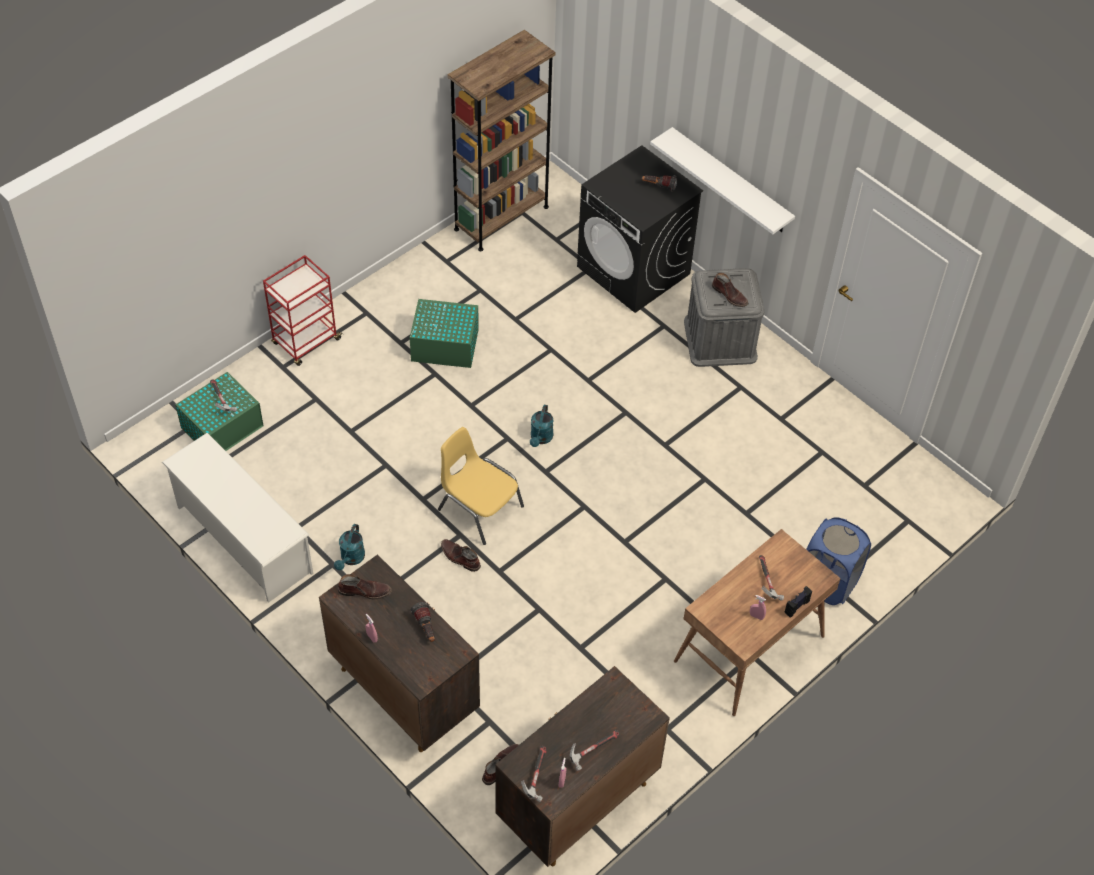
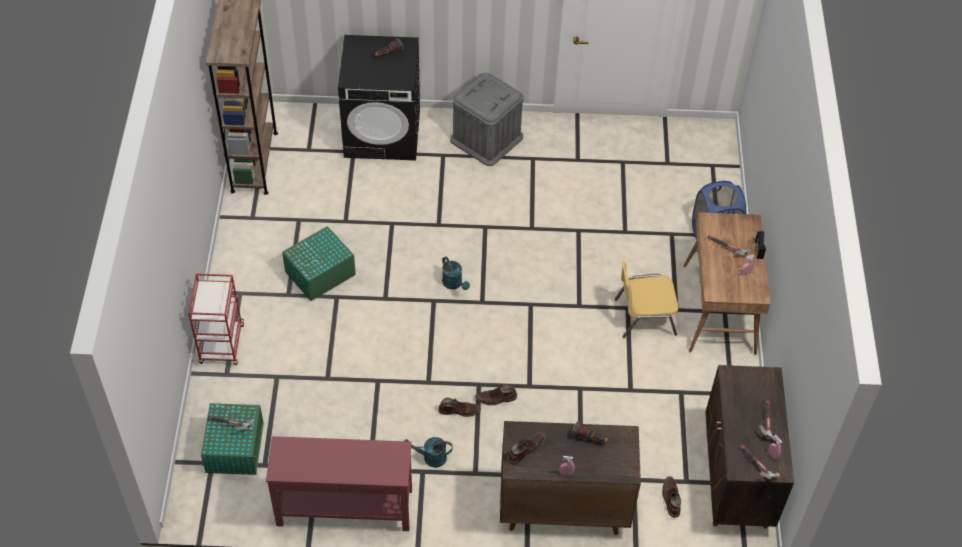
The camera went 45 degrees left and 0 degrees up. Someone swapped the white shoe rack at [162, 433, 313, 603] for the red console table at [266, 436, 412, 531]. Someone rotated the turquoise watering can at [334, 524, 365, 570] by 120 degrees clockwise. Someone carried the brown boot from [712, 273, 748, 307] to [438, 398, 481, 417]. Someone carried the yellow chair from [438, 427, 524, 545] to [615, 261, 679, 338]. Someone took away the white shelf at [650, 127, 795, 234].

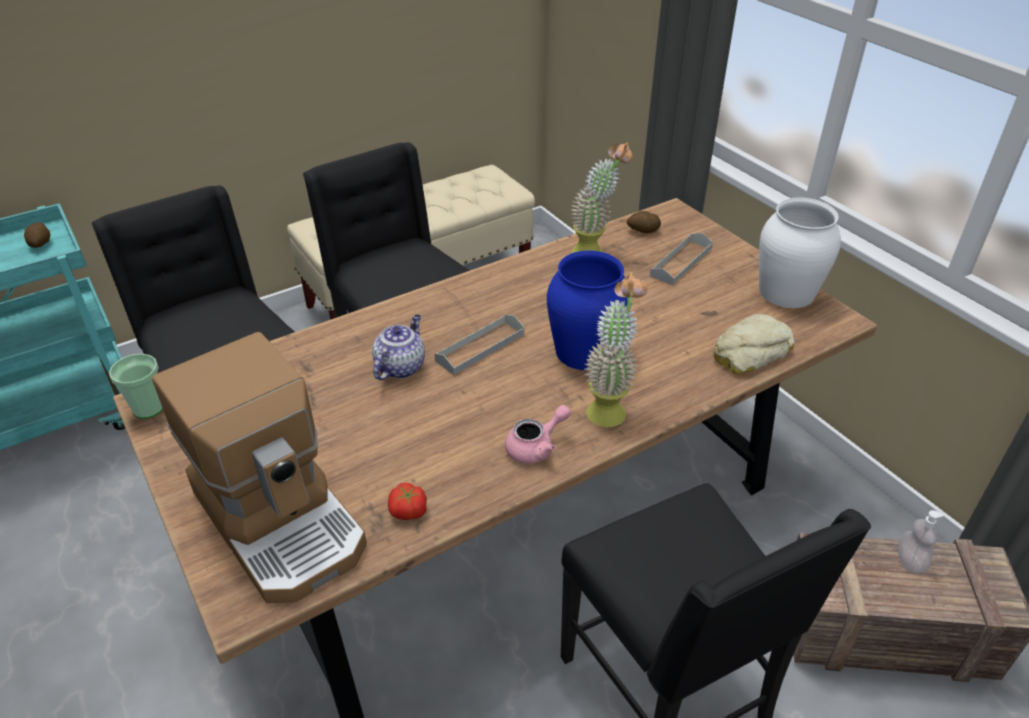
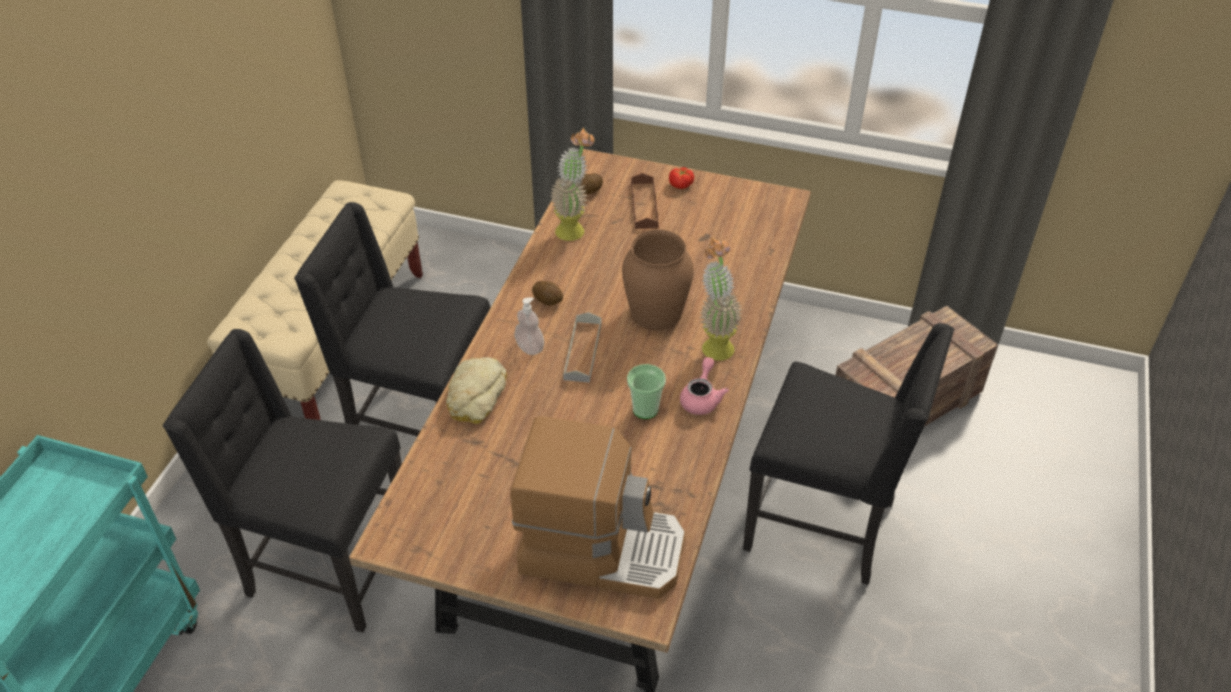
The camera went 40 degrees left and 5 degrees up. Someone carried the bread from [713, 314, 794, 374] to [446, 357, 507, 424]. Someone carried the soap dispenser from [898, 510, 944, 574] to [514, 297, 544, 355]. Someone carried the potato from [24, 222, 50, 248] to [532, 281, 563, 306]. Someone repainted the blue vase at [547, 251, 630, 370], which became the brown vase at [622, 230, 694, 330]. Someone carried the cup from [109, 354, 163, 419] to [627, 364, 666, 419]. Someone repainted the grey tray at [650, 233, 713, 286], which became the brown tray at [631, 173, 659, 229]. Someone carried the tomato from [388, 483, 427, 520] to [669, 167, 694, 189]. Someone took away the teapot at [372, 314, 425, 380]. Someone took away the white vase at [759, 198, 841, 308].

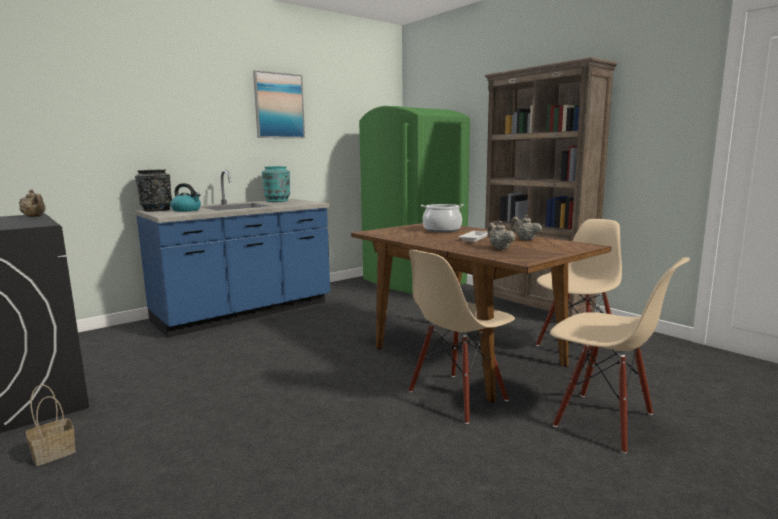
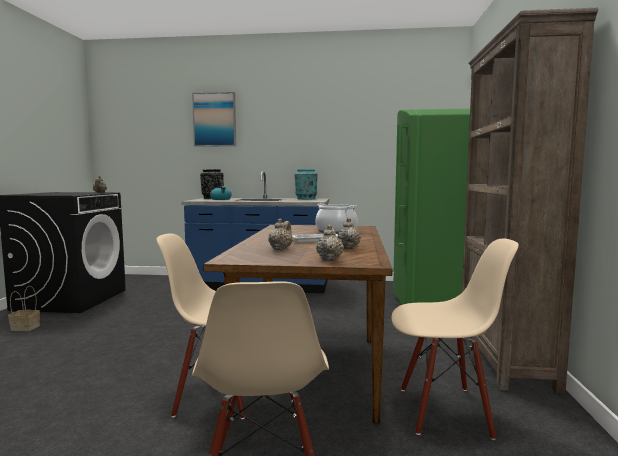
The camera went 45 degrees right and 5 degrees down. Someone carried the picture from [253, 70, 305, 138] to [192, 92, 236, 147]. Someone put down the beige teapot at [316, 224, 344, 261].

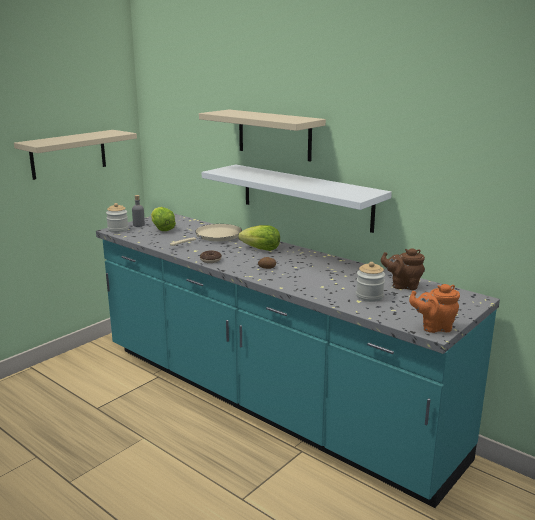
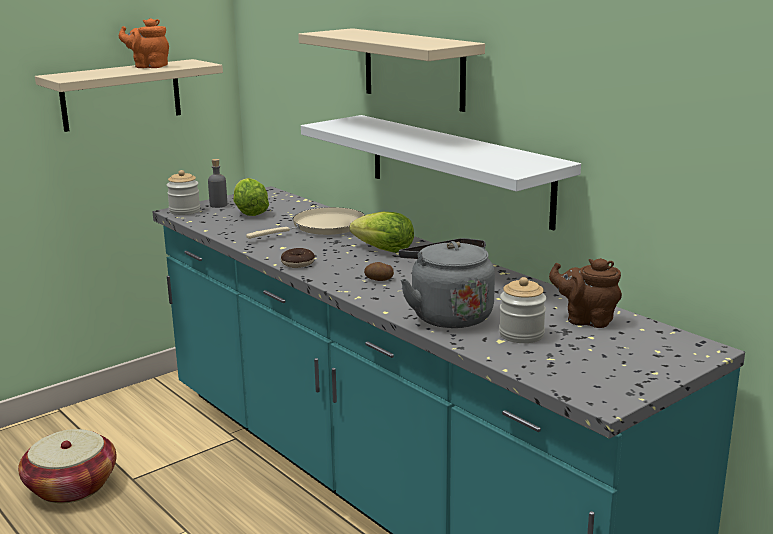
The camera went 10 degrees right and 0 degrees up. Someone put down the basket at [18, 429, 116, 504]. Someone carried the orange teapot from [409, 284, 460, 333] to [119, 18, 169, 68]. Someone put down the grey kettle at [399, 238, 495, 328].

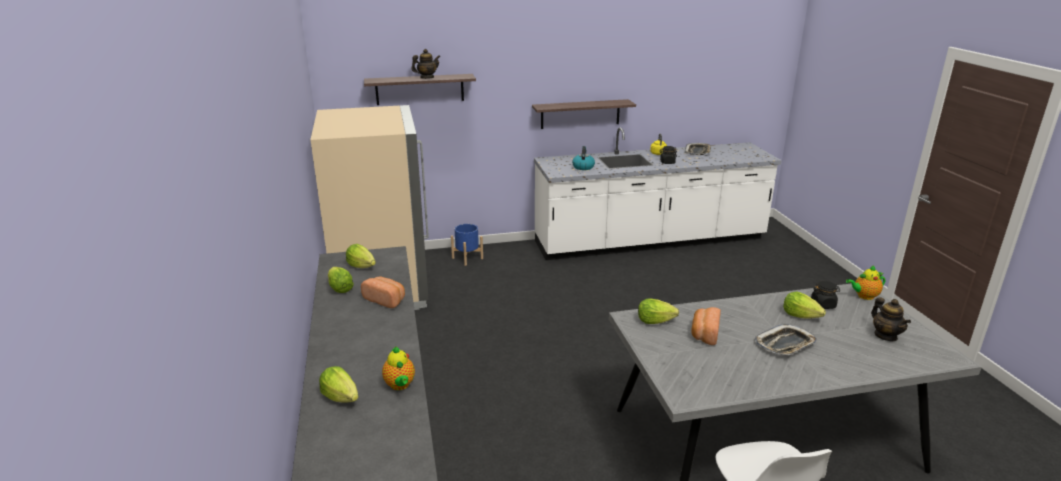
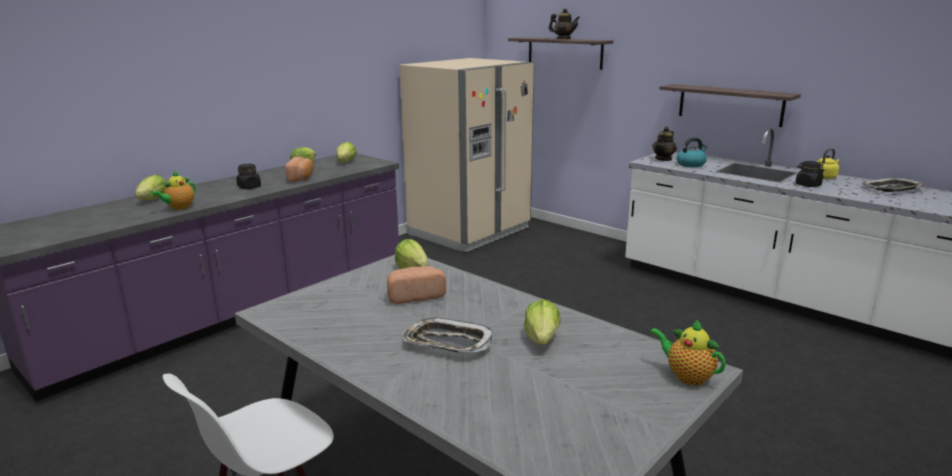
The camera went 55 degrees right and 5 degrees down. Someone carried the black jar from [811, 281, 840, 309] to [236, 164, 261, 189]. Someone carried the teapot from [871, 298, 911, 341] to [652, 126, 677, 161]. Someone took away the blue planter at [451, 224, 483, 266].

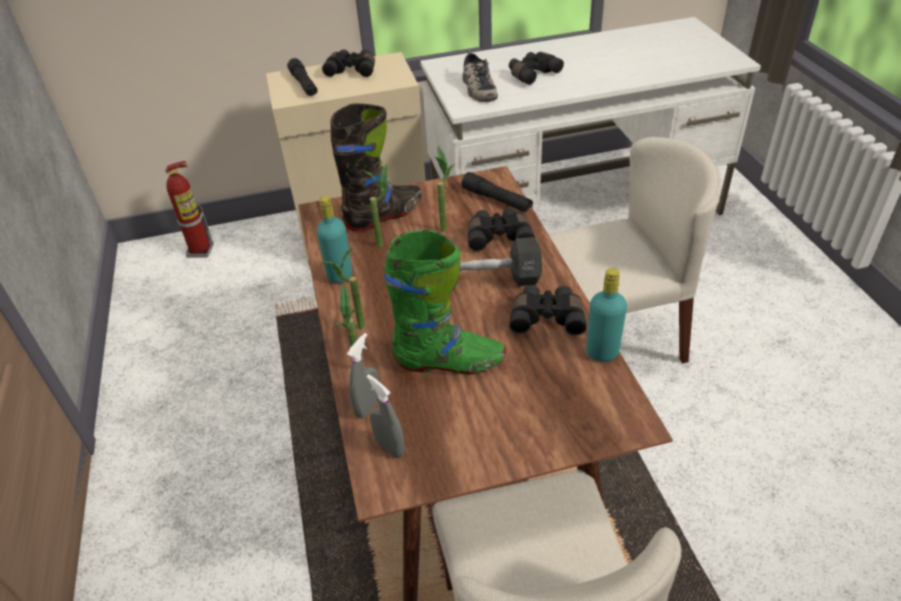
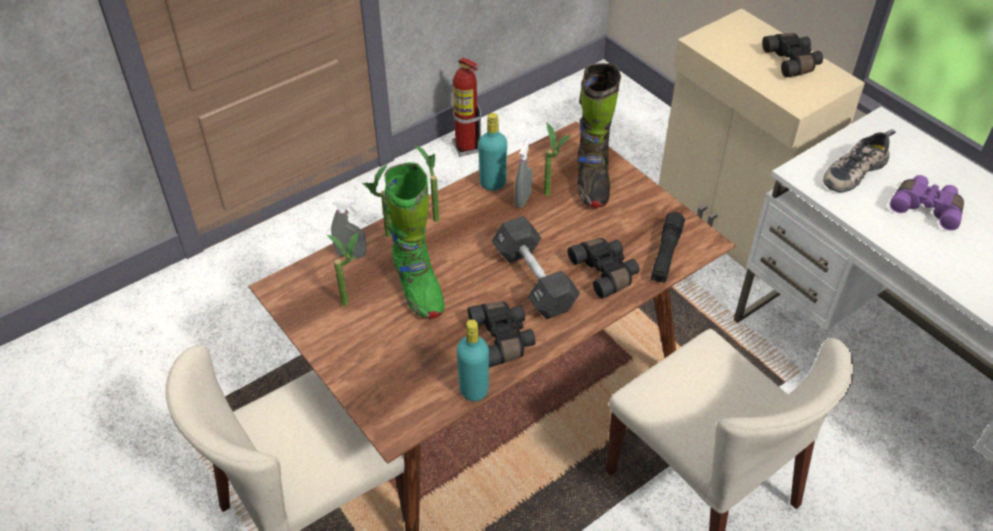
The camera went 65 degrees right and 5 degrees up. Someone carried the potted plant from [435, 147, 455, 232] to [327, 232, 358, 306]. Someone carried the fire extinguisher from [165, 161, 214, 258] to [452, 58, 481, 157]. Someone carried the grey spray bottle from [366, 374, 405, 458] to [515, 138, 533, 208]. Someone rotated the black boot at [331, 103, 422, 232] by 60 degrees clockwise. Someone repainted the black binoculars at [509, 52, 564, 85], which became the purple binoculars at [890, 175, 964, 231]. Someone took away the black flashlight at [287, 58, 318, 96].

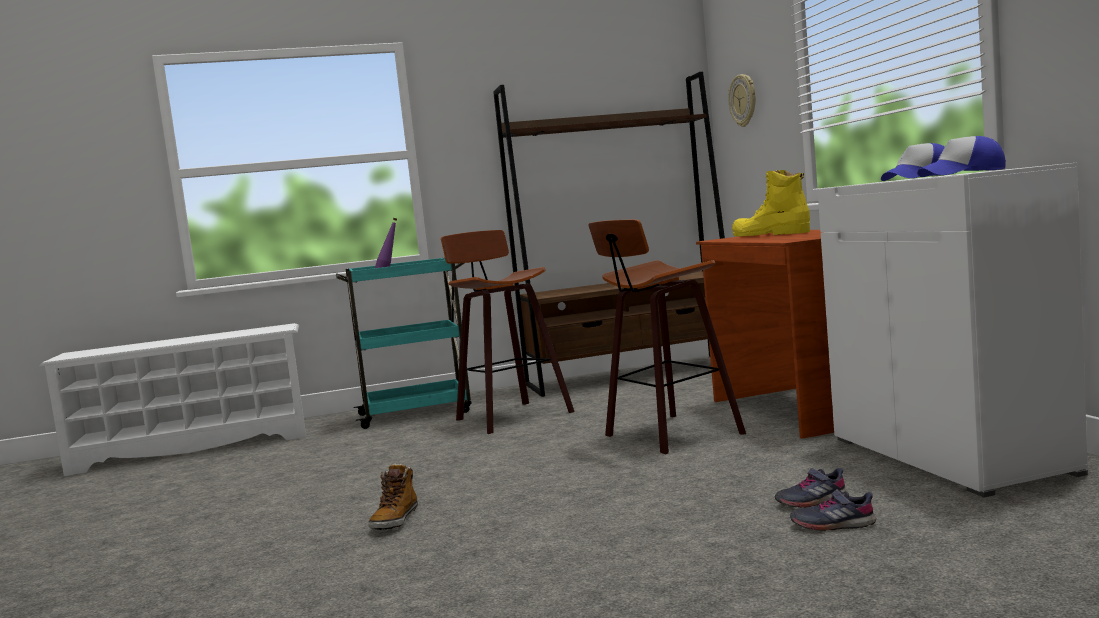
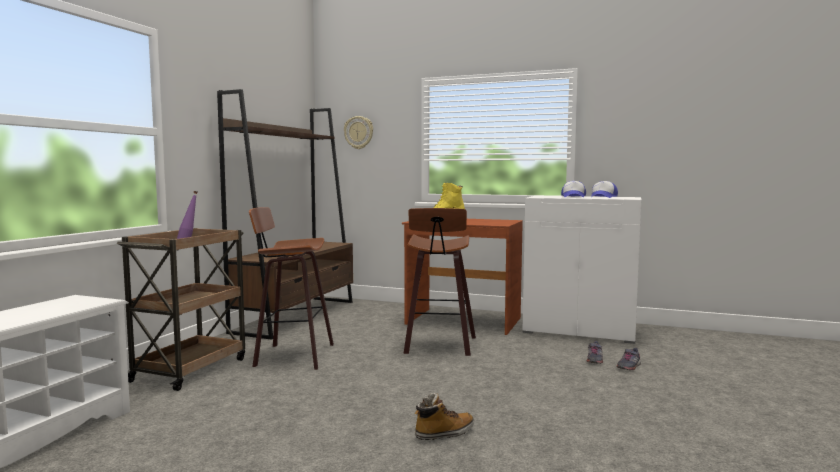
The camera went 55 degrees left and 0 degrees up. Someone repainted the turquoise cart at [336, 258, 472, 429], which became the brown cart at [117, 228, 245, 391]. Someone rotated the boot at [368, 463, 418, 530] by 75 degrees counterclockwise.

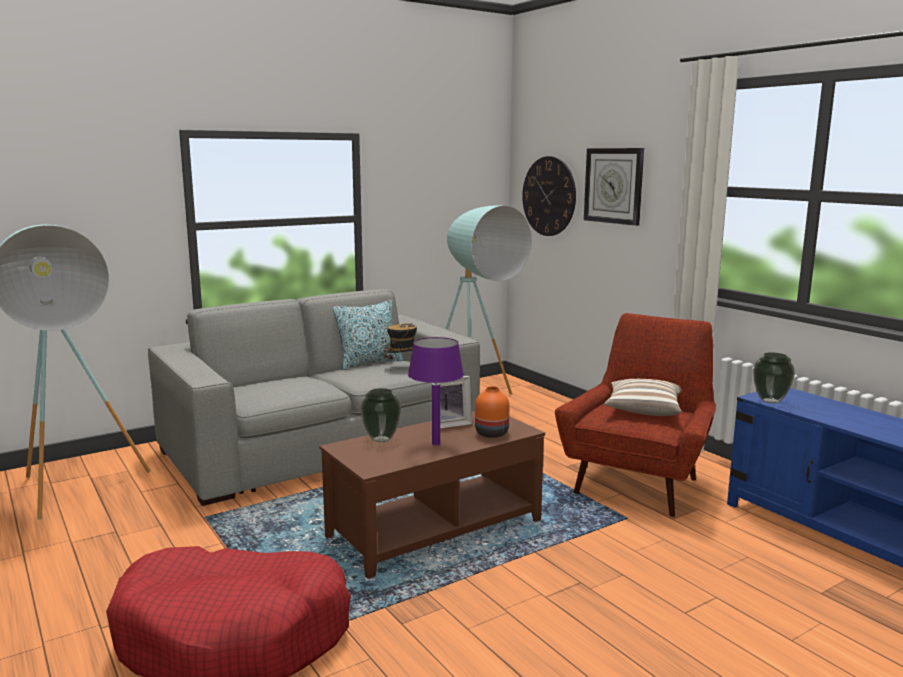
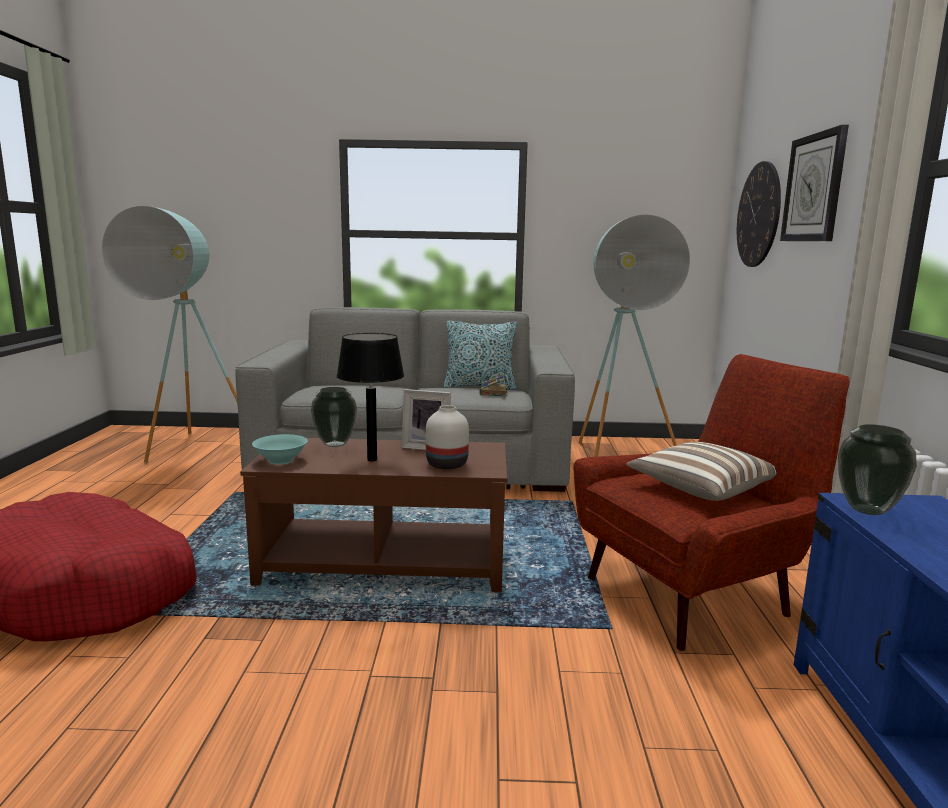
The camera went 35 degrees right and 0 degrees up. Someone put down the turquoise bowl at [252, 434, 308, 465]. Someone repainted the purple table lamp at [408, 337, 464, 445], which became the black table lamp at [336, 333, 404, 461]. Someone repainted the orange vase at [475, 386, 509, 438], which became the white vase at [426, 405, 469, 469]. Someone swapped the hat at [383, 323, 417, 370] for the book at [479, 373, 508, 396].

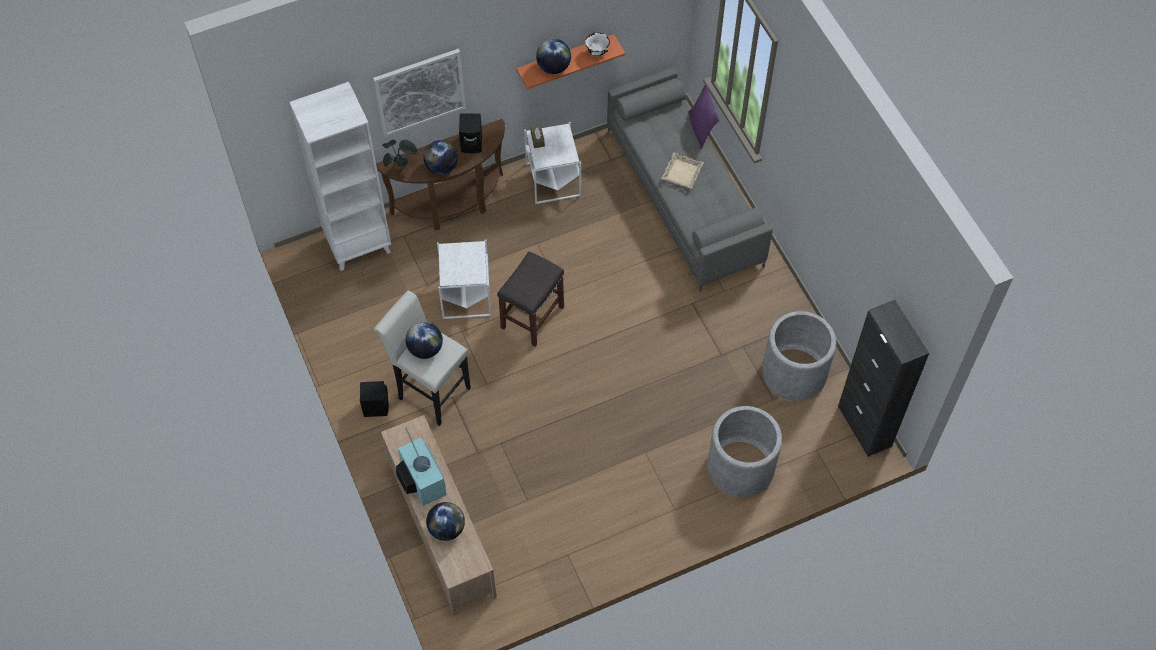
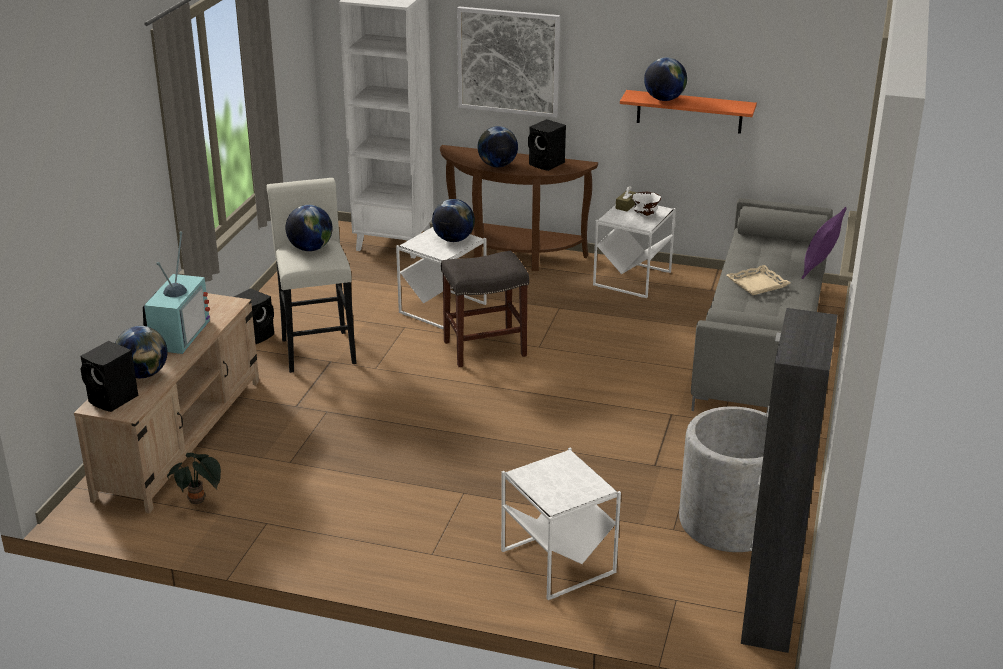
The camera went 40 degrees right and 30 degrees down. Someone put down the black speaker at [80, 341, 138, 412]. Someone carried the potted plant from [382, 139, 419, 171] to [167, 453, 221, 504]. Someone put down the globe at [432, 199, 475, 242]. Someone swapped the grey planter at [707, 406, 782, 497] for the white side table at [501, 447, 621, 600]. Someone carried the white bowl from [585, 32, 610, 56] to [632, 192, 661, 217].

